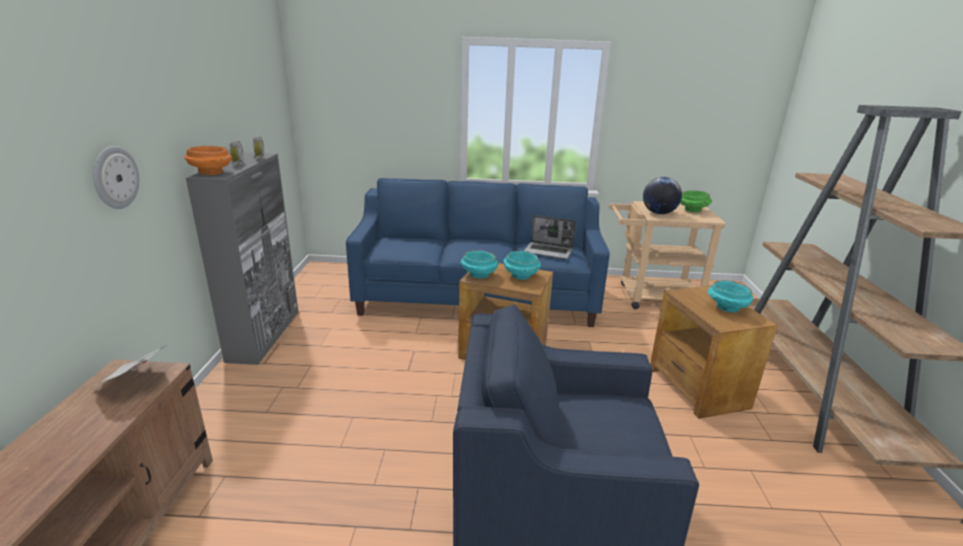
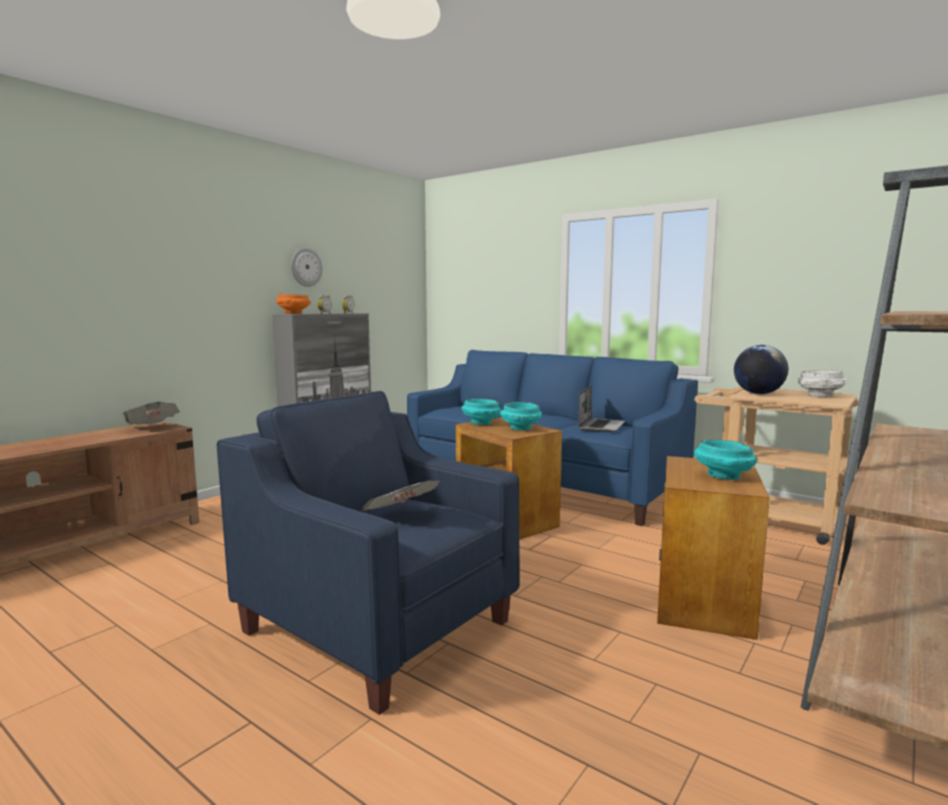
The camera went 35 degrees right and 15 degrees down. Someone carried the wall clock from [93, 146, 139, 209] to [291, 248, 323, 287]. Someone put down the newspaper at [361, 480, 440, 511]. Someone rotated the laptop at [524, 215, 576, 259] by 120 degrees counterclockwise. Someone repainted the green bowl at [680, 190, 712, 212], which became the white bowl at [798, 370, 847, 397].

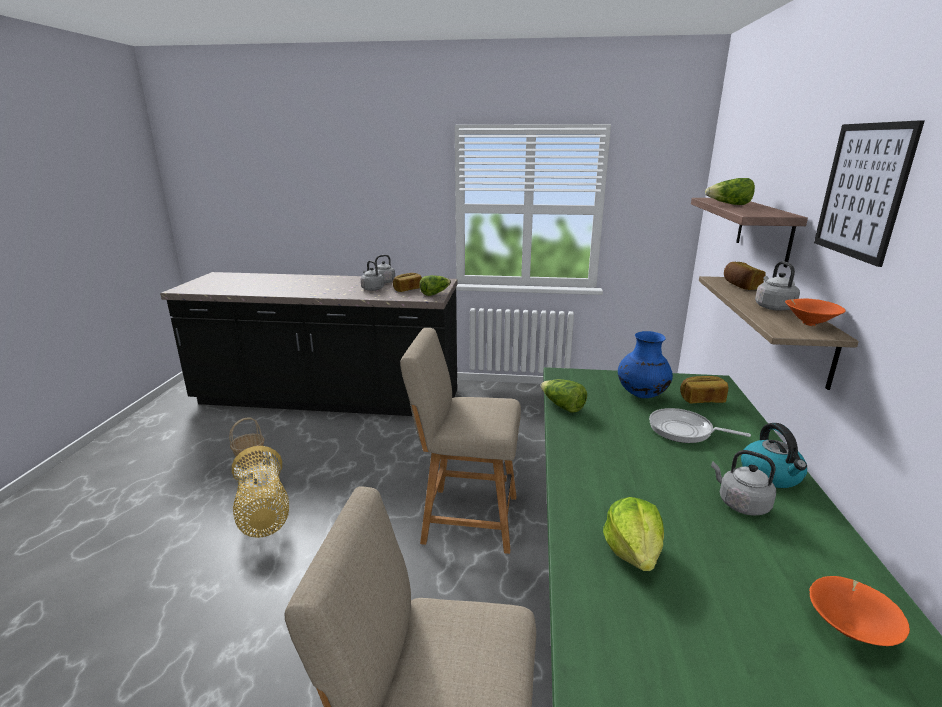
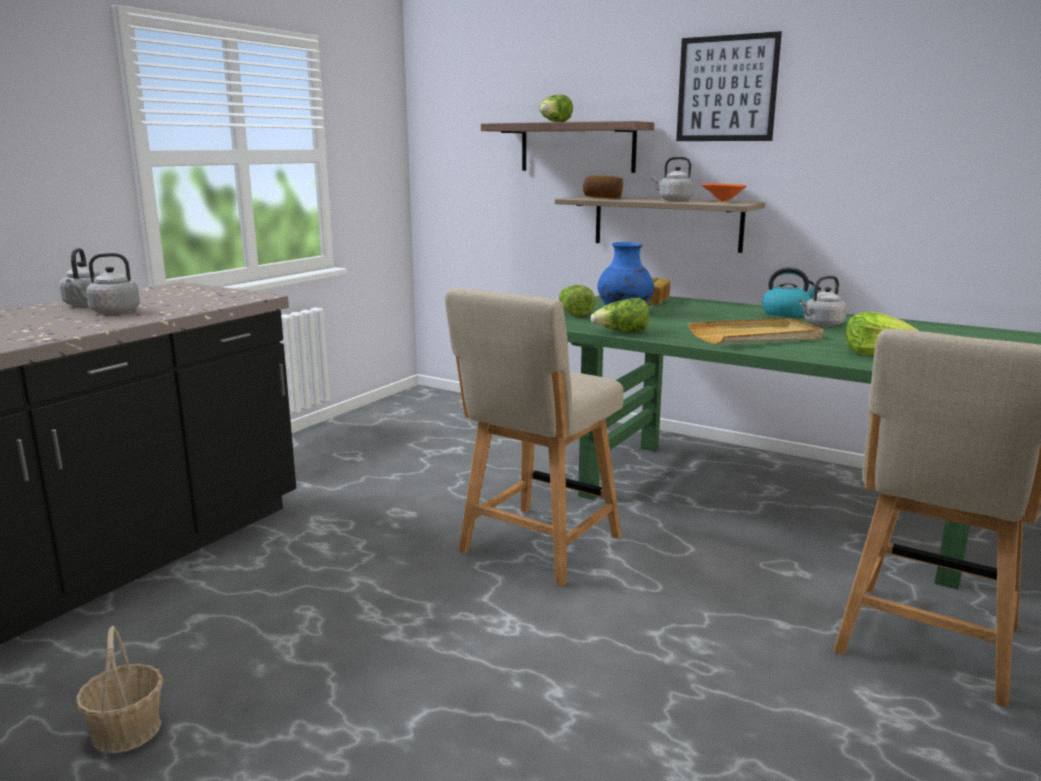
The camera went 65 degrees left and 5 degrees down. Someone carried the lettuce from [419, 275, 451, 296] to [559, 285, 595, 317]. Someone put down the beige tray at [688, 318, 824, 344]. Someone took away the basket at [232, 446, 289, 538]. Someone took away the bread at [393, 273, 422, 292]. Someone took away the frying pan at [649, 408, 751, 443]. Someone took away the orange bowl at [809, 576, 910, 646].

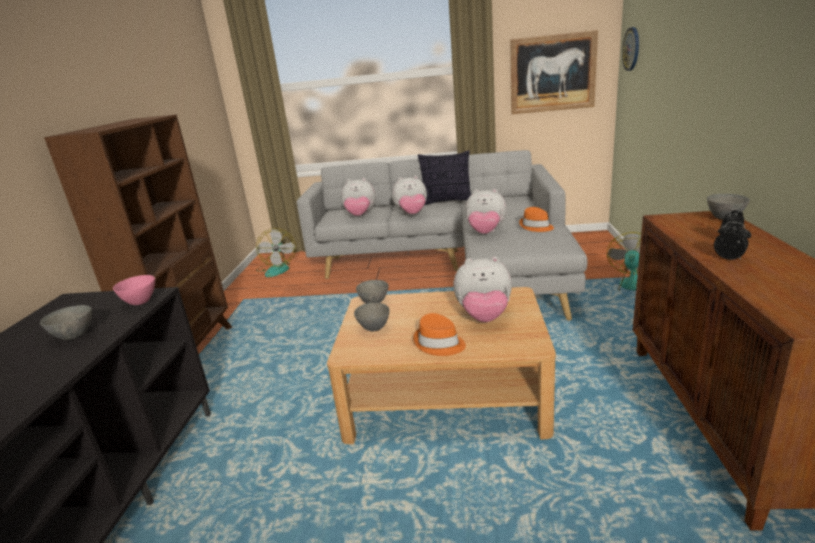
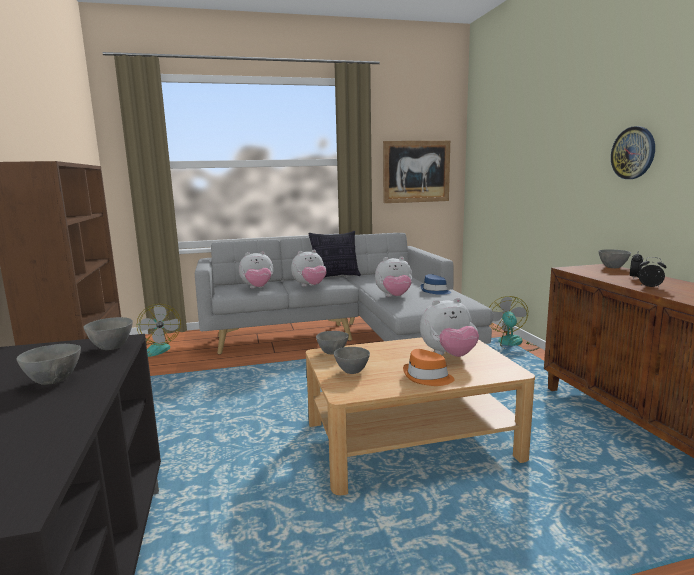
The camera went 20 degrees left and 10 degrees down. Someone repainted the pink bowl at [113, 275, 155, 305], which became the grey bowl at [83, 317, 133, 350]. Someone repainted the orange hat at [519, 207, 554, 232], which became the blue hat at [420, 274, 451, 295]. Someone carried the wall clock from [622, 27, 639, 71] to [611, 126, 655, 179].

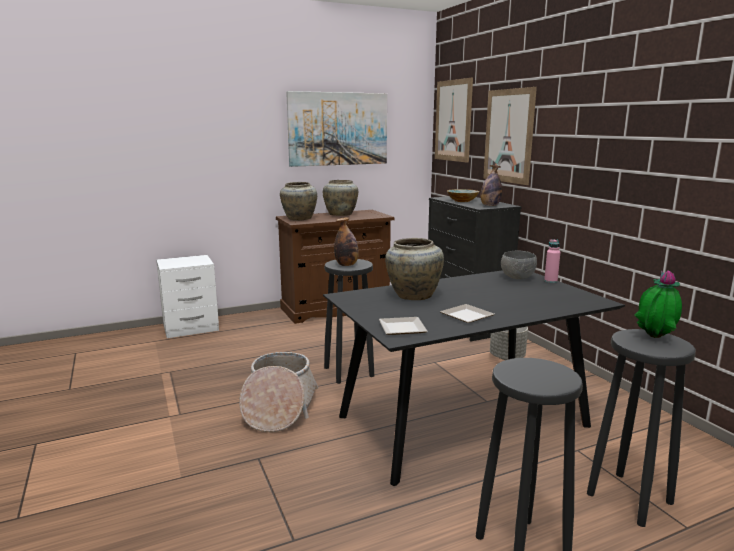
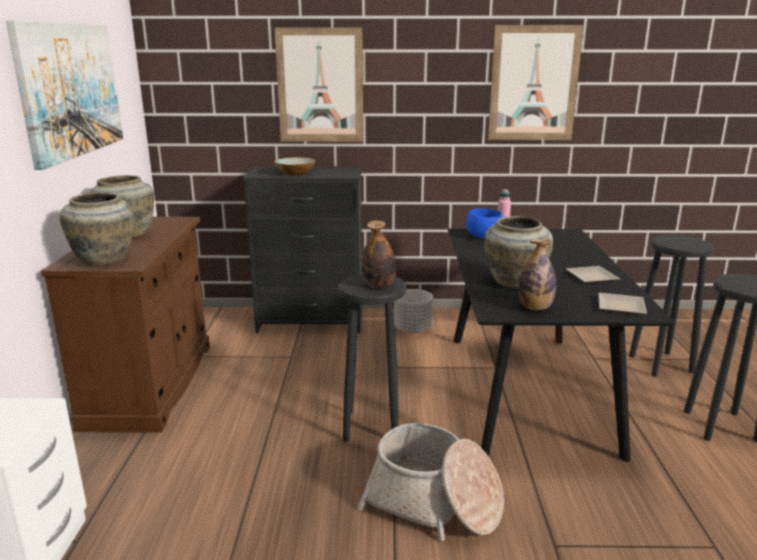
The camera went 65 degrees left and 5 degrees up. Someone repainted the grey bowl at [501, 251, 537, 279], which became the blue bowl at [466, 208, 502, 238]. Someone carried the picture from [435, 78, 473, 163] to [488, 25, 584, 140]. Someone carried the bottle from [481, 165, 502, 206] to [519, 239, 556, 310]. Someone took away the potted plant at [634, 270, 682, 338].

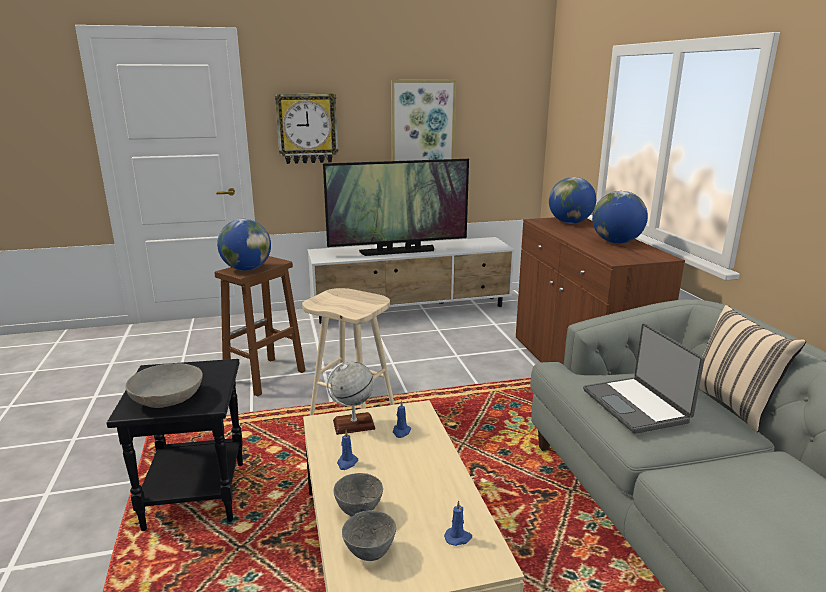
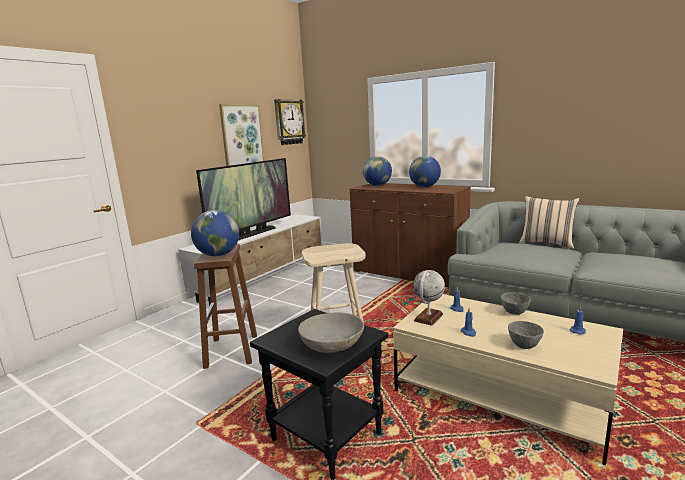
The camera went 40 degrees left and 5 degrees down. Someone carried the wall clock from [275, 94, 338, 164] to [274, 99, 306, 145]. Someone carried the grey bowl from [342, 511, 396, 561] to [501, 292, 531, 315]. Someone took away the laptop at [583, 323, 705, 434].

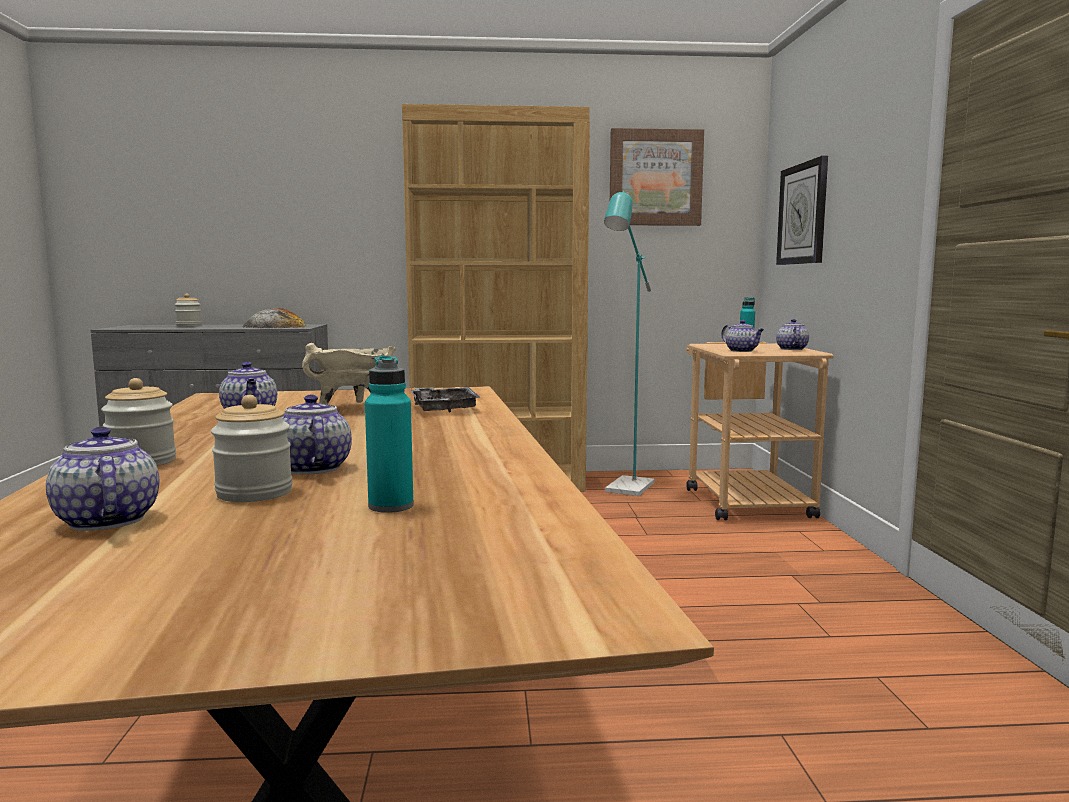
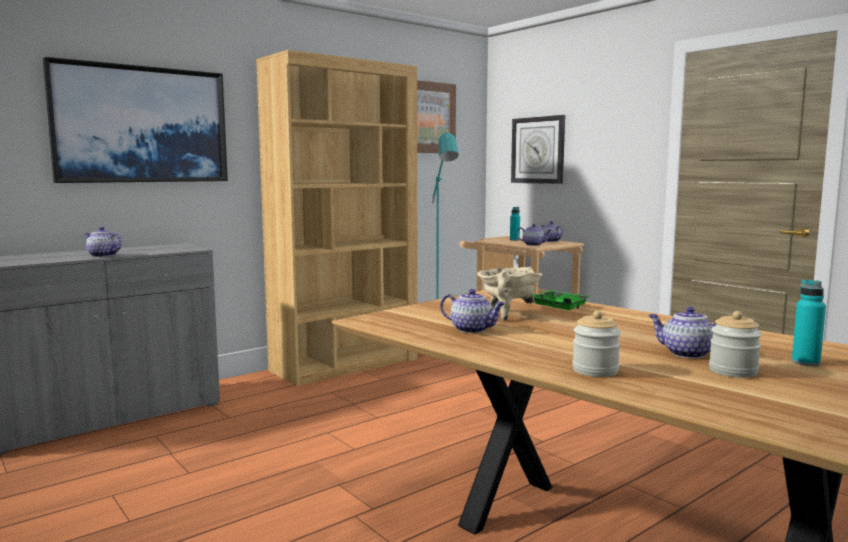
The camera went 35 degrees left and 0 degrees up. Someone put up the picture at [43, 57, 228, 183]. Someone carried the teapot from [46, 427, 159, 531] to [84, 227, 122, 257]. Someone repainted the grey tray at [411, 387, 481, 412], which became the green tray at [533, 290, 591, 310]. Someone took away the jar at [174, 294, 202, 327]. Someone took away the bread at [242, 308, 306, 328].

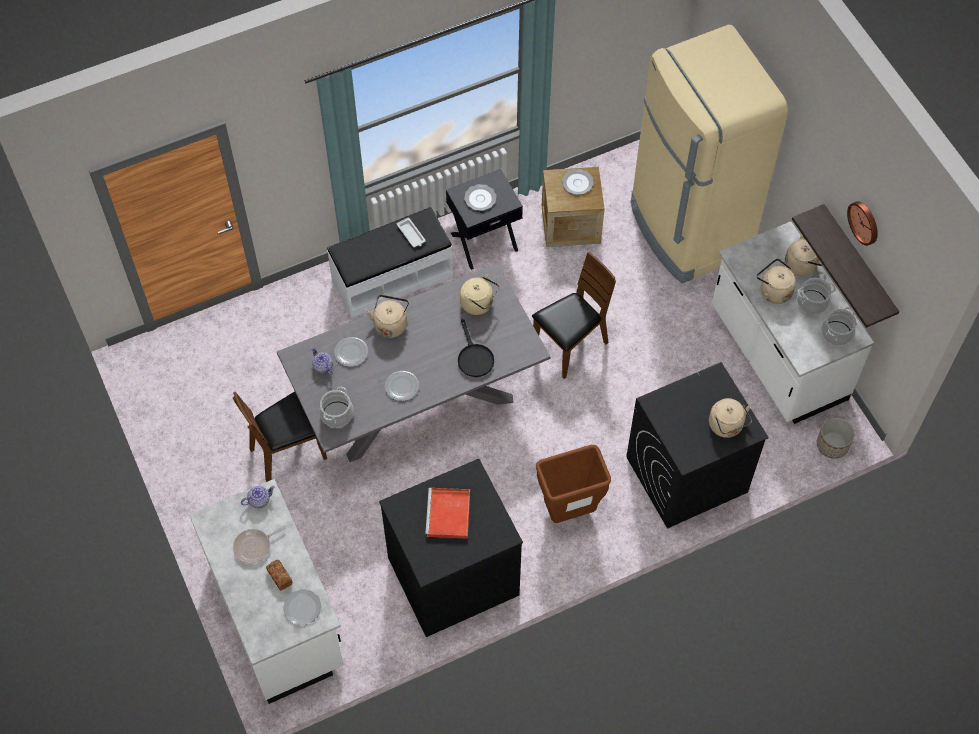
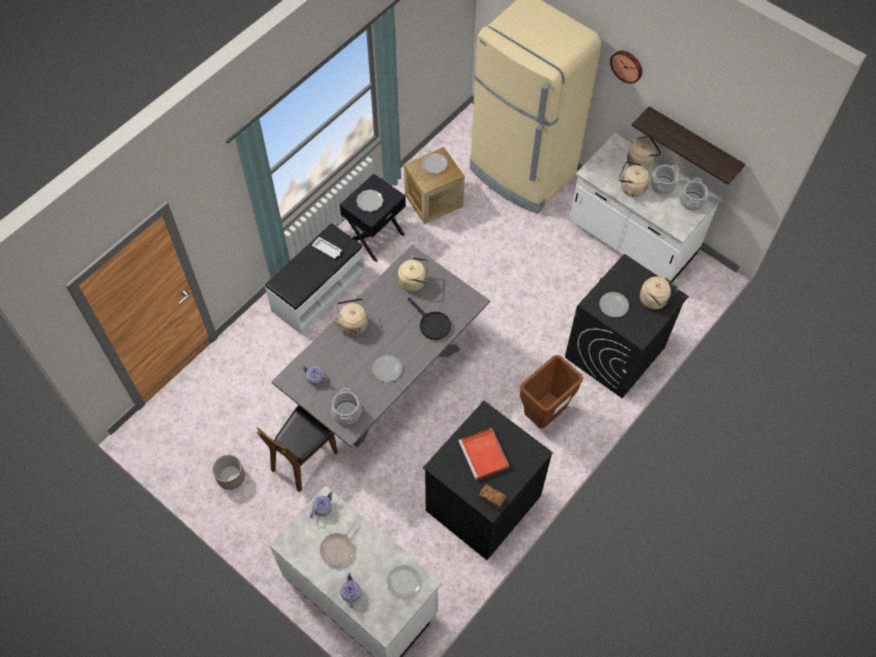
The camera went 25 degrees left and 0 degrees up. Someone carried the planter from [817, 418, 855, 459] to [212, 454, 245, 490]. Someone put down the teapot at [340, 572, 361, 608]. Someone carried the bread from [266, 560, 293, 591] to [479, 485, 506, 509]. Someone carried the plate from [334, 337, 368, 367] to [600, 292, 629, 317]. Someone carried the wall clock from [847, 201, 878, 246] to [610, 51, 642, 84]. Someone took away the brown chair at [532, 252, 616, 379].

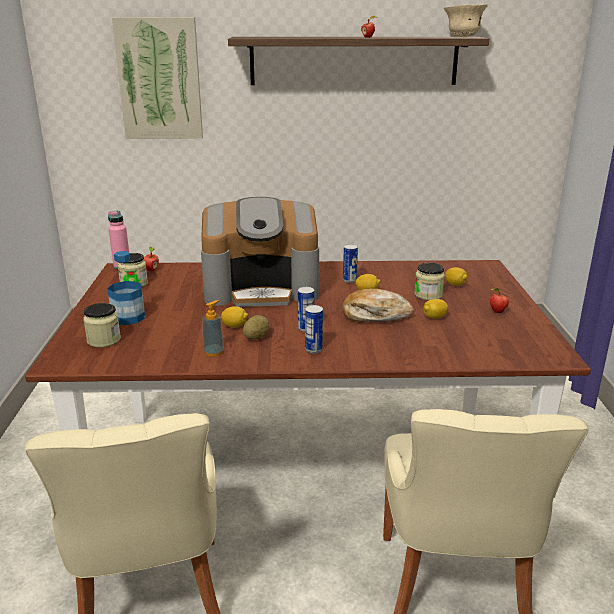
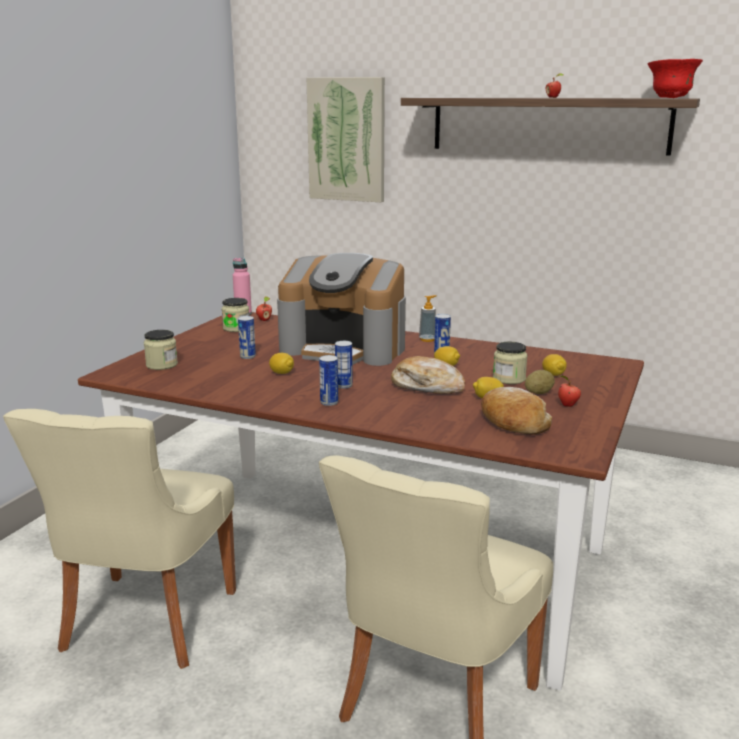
The camera went 25 degrees right and 5 degrees down. Someone put down the can at [238, 316, 256, 359]. Someone carried the soap dispenser from [203, 300, 224, 357] to [419, 295, 437, 342]. Someone put down the bread at [481, 387, 552, 435]. Someone carried the potato from [243, 315, 269, 339] to [525, 370, 555, 394]. Someone repainted the beige bowl at [444, 4, 488, 37], which became the red bowl at [647, 59, 703, 98]. Someone took away the bottle at [107, 251, 145, 325].

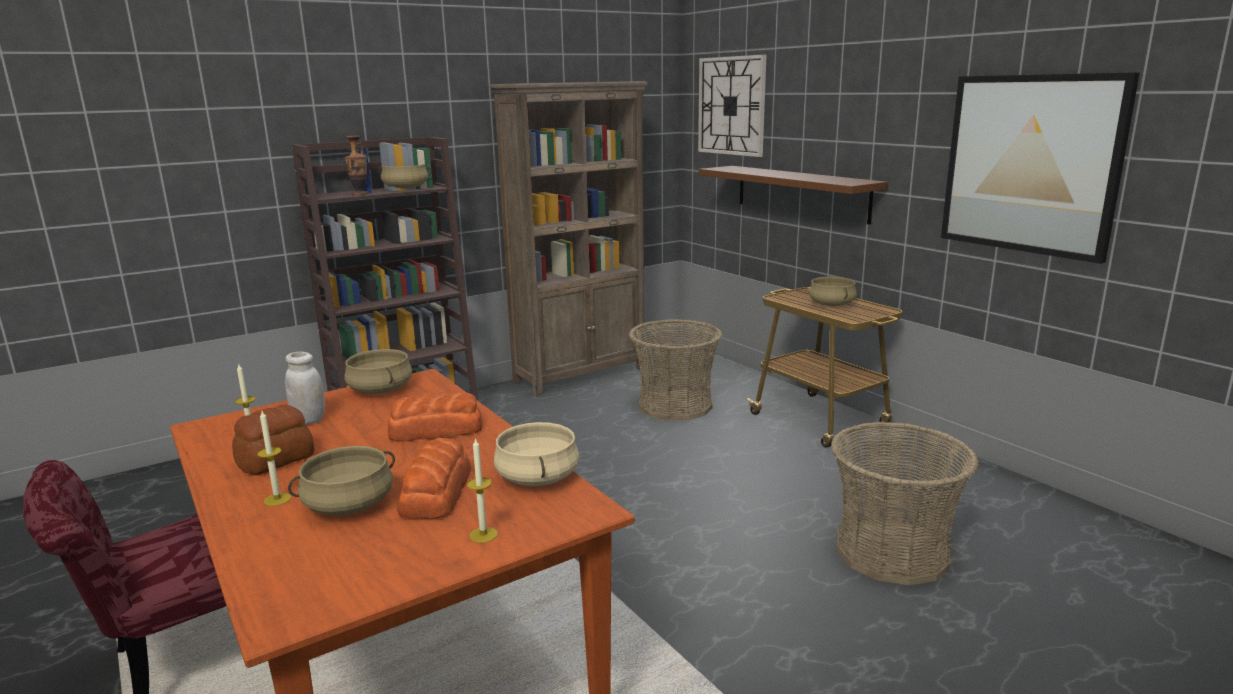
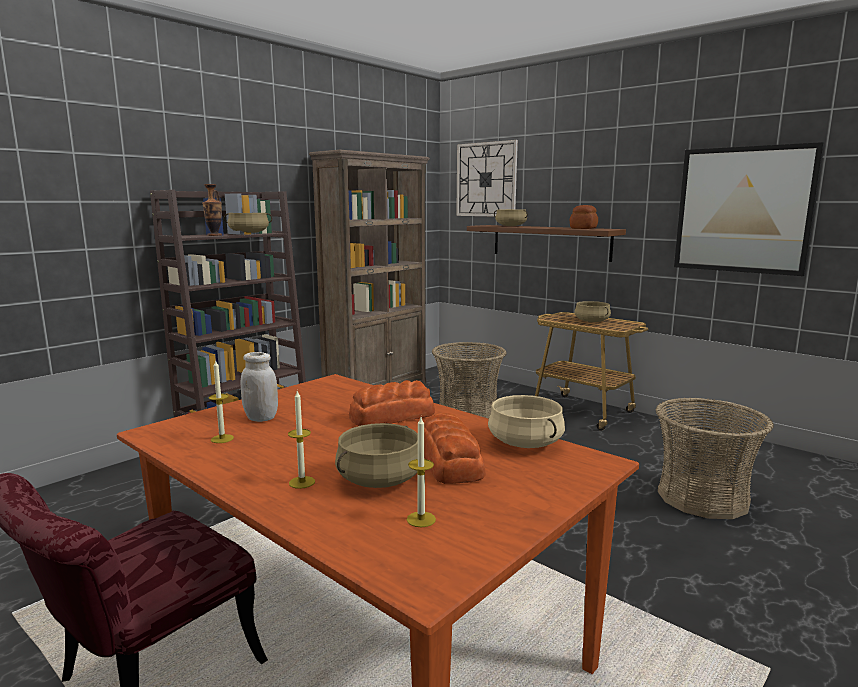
The camera went 15 degrees left and 5 degrees down. Someone carried the candle from [467, 438, 498, 543] to [407, 417, 436, 527]. Someone carried the beige cooking pot from [344, 349, 412, 394] to [494, 209, 528, 226]. Someone carried the bread from [232, 405, 314, 475] to [570, 205, 598, 229].

